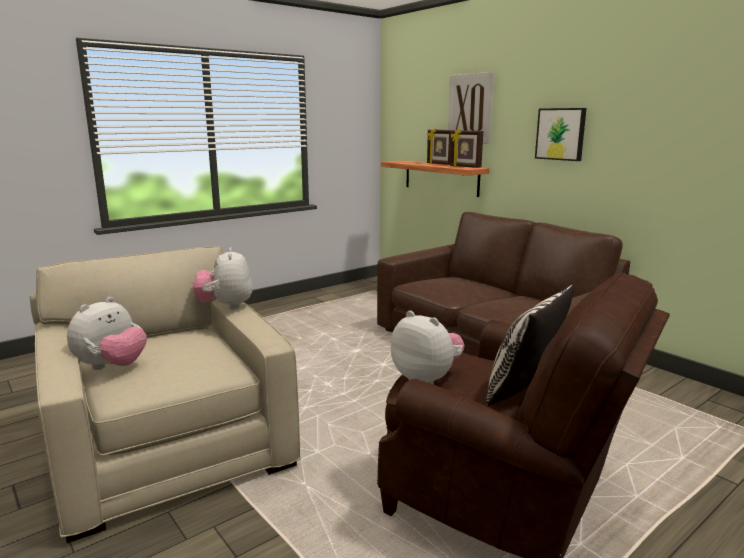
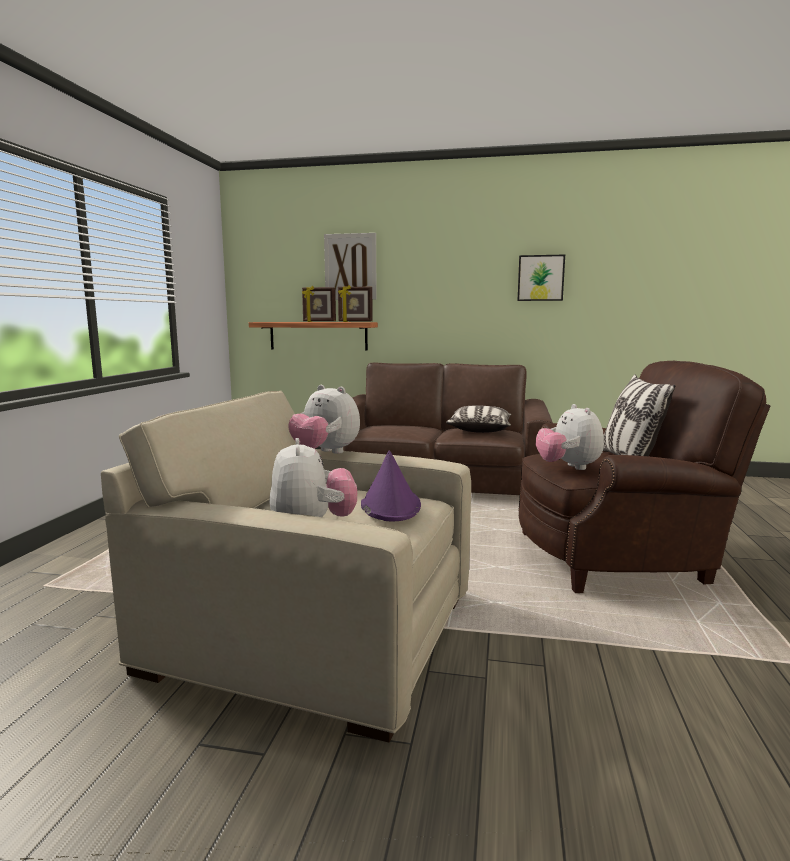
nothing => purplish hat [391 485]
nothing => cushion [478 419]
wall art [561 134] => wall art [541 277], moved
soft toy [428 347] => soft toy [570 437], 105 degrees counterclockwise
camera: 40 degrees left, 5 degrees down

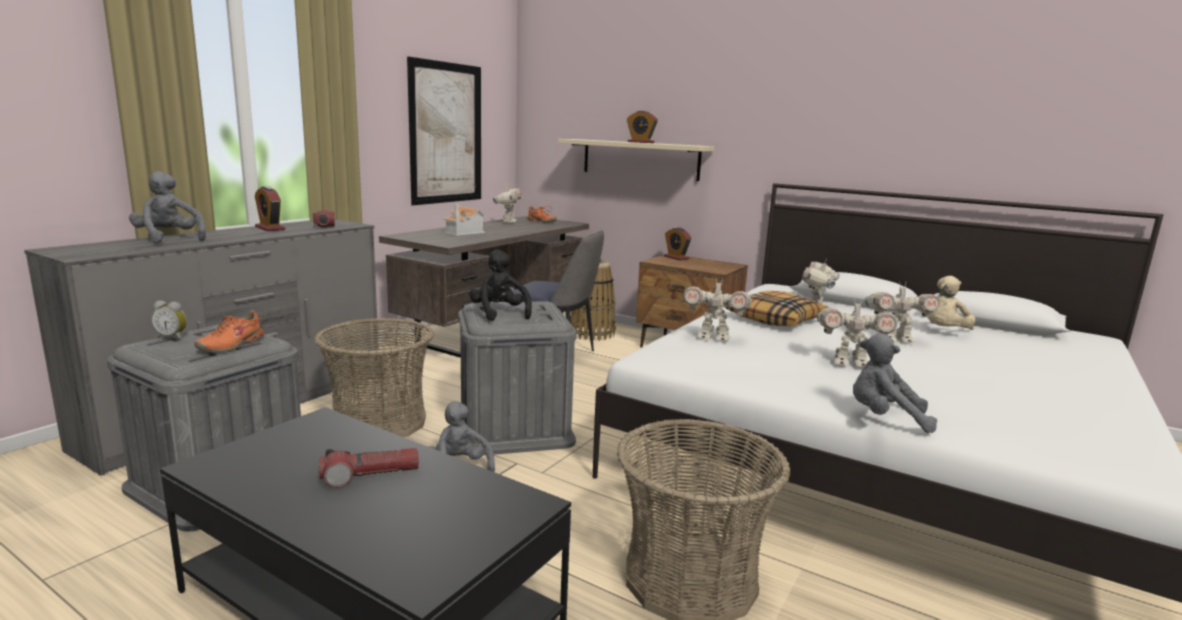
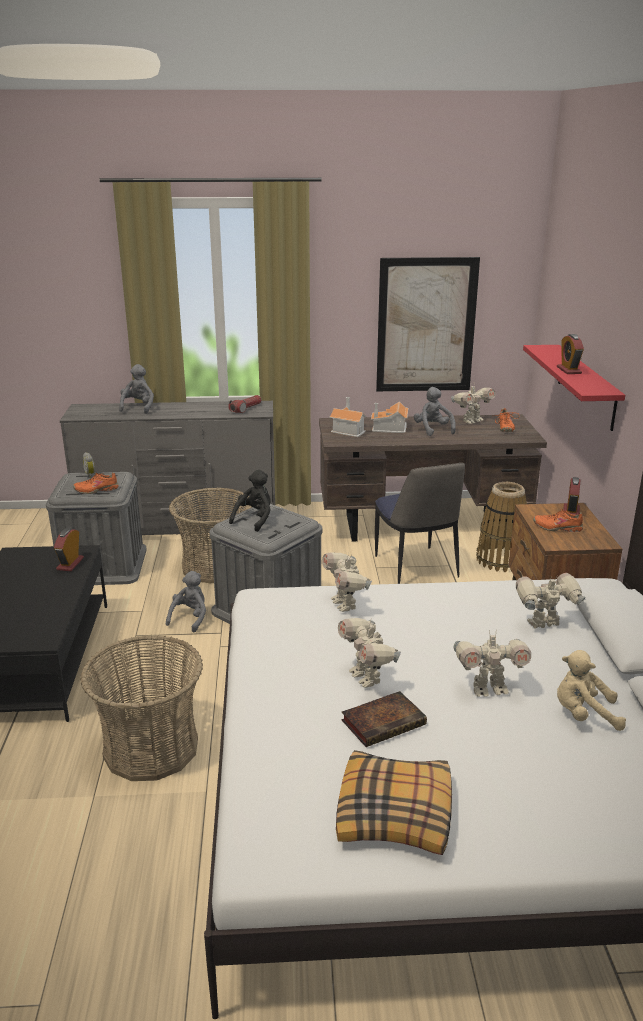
flashlight [369 468] => nothing
nothing => toy house [348 417]
nothing => volume [384 719]
nothing => orangey shoe [558 520]
alarm clock [270 208] => alarm clock [69 549], moved
cushion [777 308] => cushion [394 802], moved
grey soft toy [895 383] => grey soft toy [435 411], moved
beige shelf [636 160] => red-coloured shelf [574 388]
model robot [902 314] => model robot [492 663], 60 degrees counterclockwise
camera: 55 degrees right, 10 degrees up

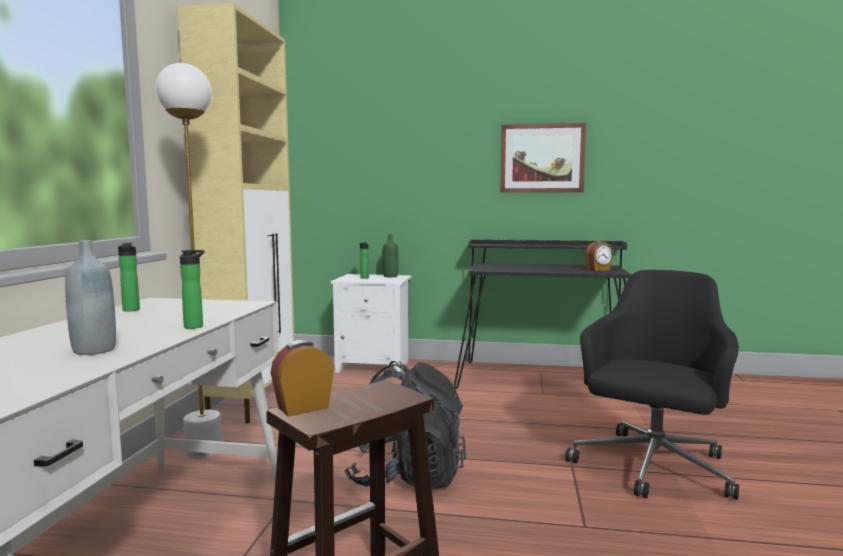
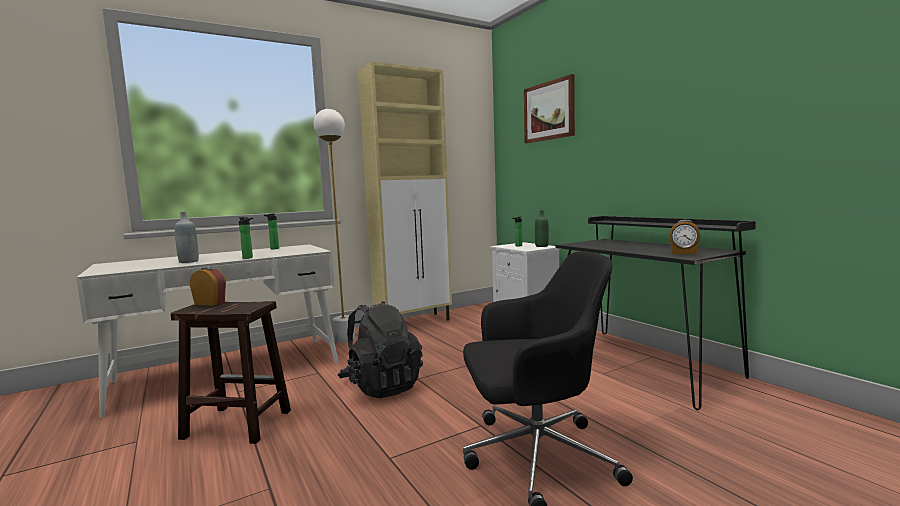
wall art [543 158] => wall art [549 108], moved
camera: 50 degrees right, 0 degrees up

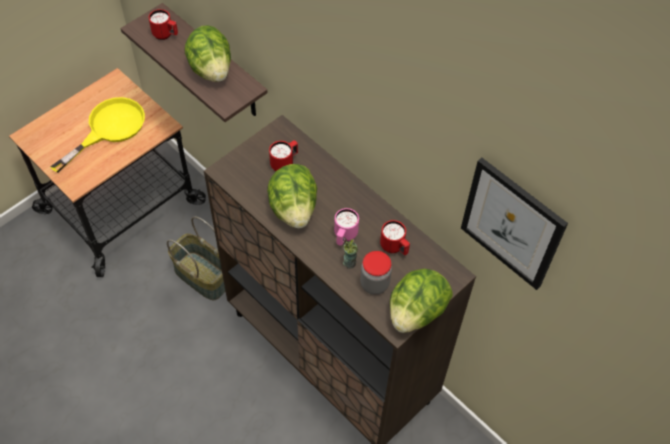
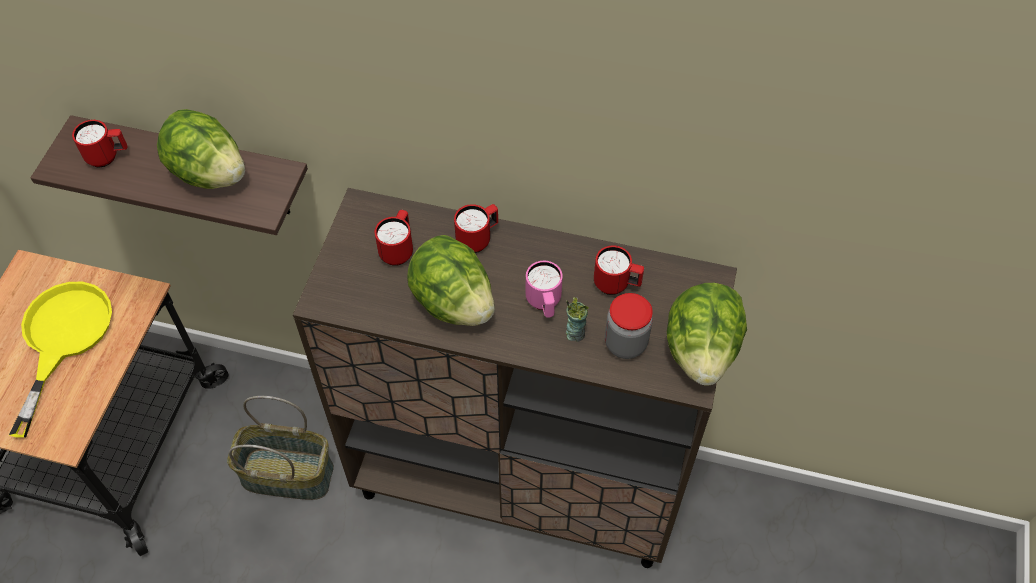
wall art [514 224] => nothing
nothing => red-coloured coffee mug [476 228]
camera: 30 degrees left, 0 degrees up

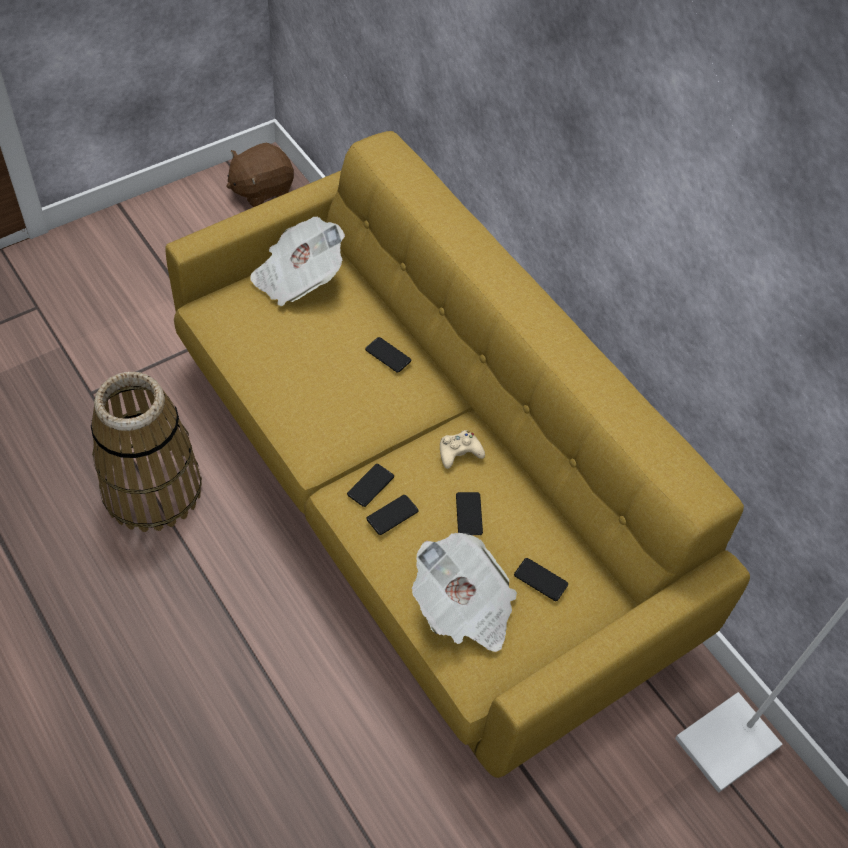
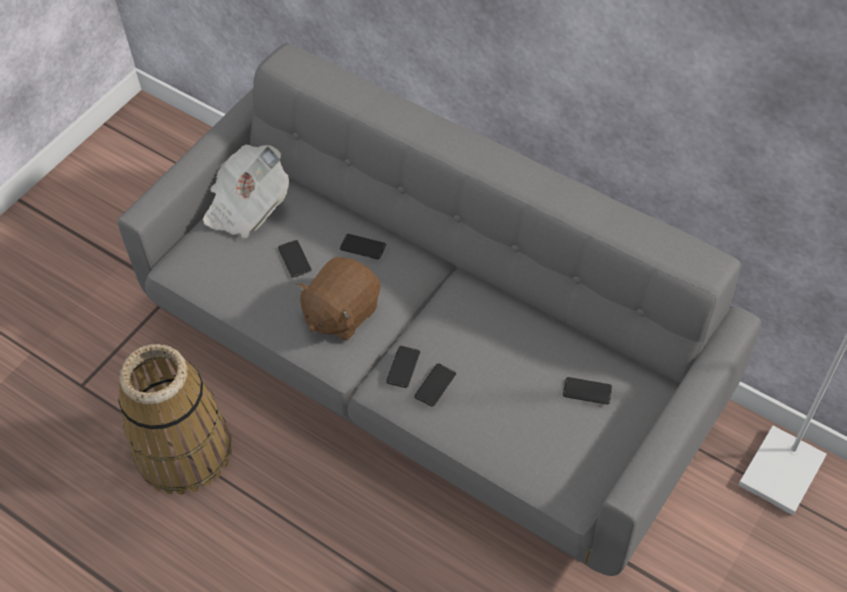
daily paper [464 592] => nothing
beige gamepad [462 449] => nothing
brown-coloured soft toy [260 175] => brown-coloured soft toy [339 299], moved
handset [469 513] => handset [295 259], moved
yellow settee [457 454] => grey settee [439 309]
camera: 15 degrees left, 0 degrees up

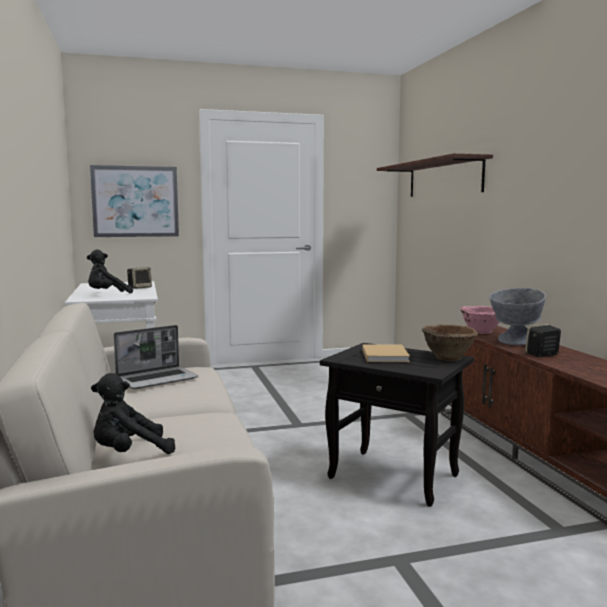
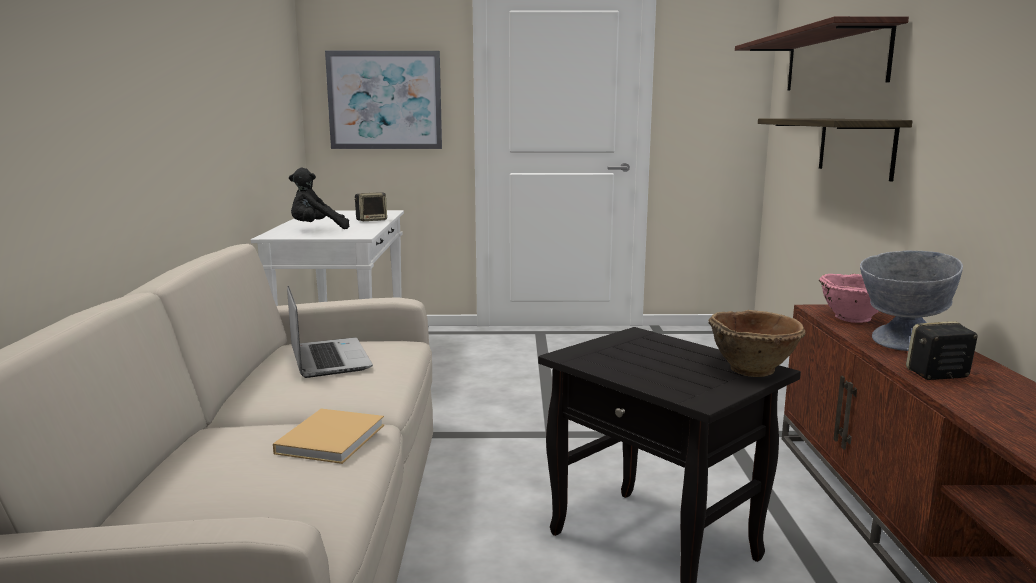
black-coloured soft toy [133 413] => nothing
nothing => shelf [835 149]
beige volume [386 353] => beige volume [328 436], moved
laptop [156 357] => laptop [330 332], 90 degrees counterclockwise
camera: 15 degrees right, 5 degrees up

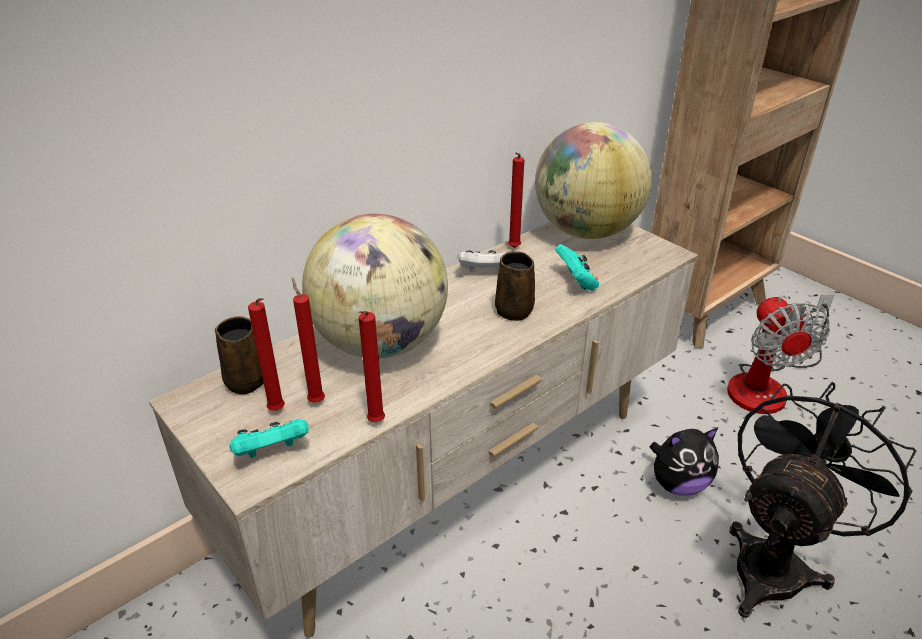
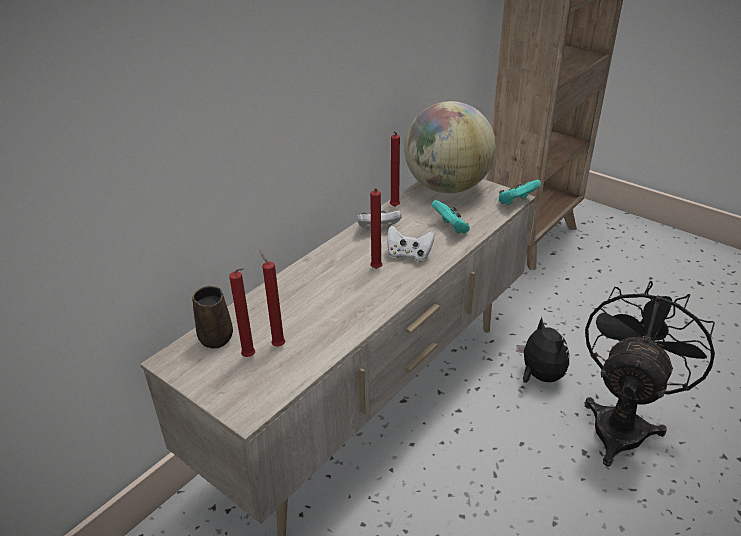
globe [375 286] => nothing
electric fan [781 354] => nothing
turquoise-coloured gamepad [269 438] => turquoise-coloured gamepad [519 192], moved
red-coloured candle [371 366] => red-coloured candle [376 228], moved
brown-coloured coffee mug [515 286] => white gamepad [410 243]
soft toy [684 461] => soft toy [543 350], 90 degrees counterclockwise
camera: 10 degrees left, 0 degrees up

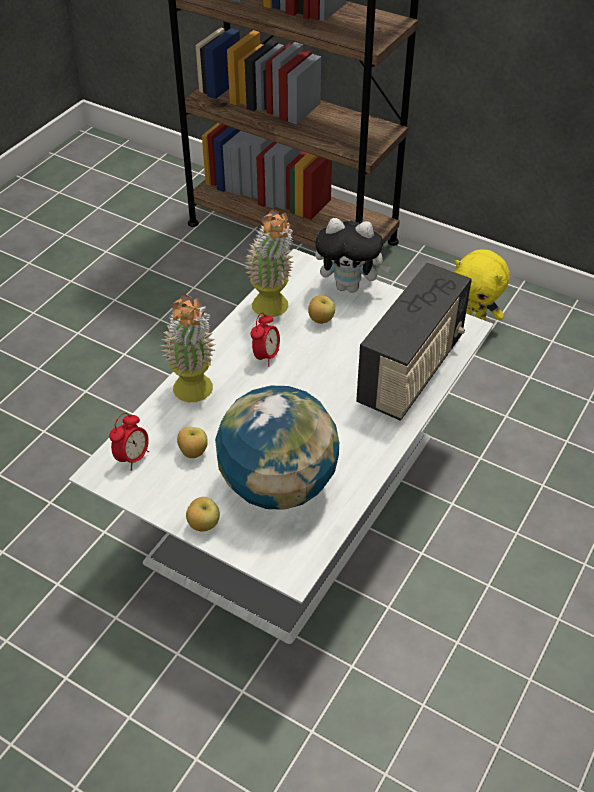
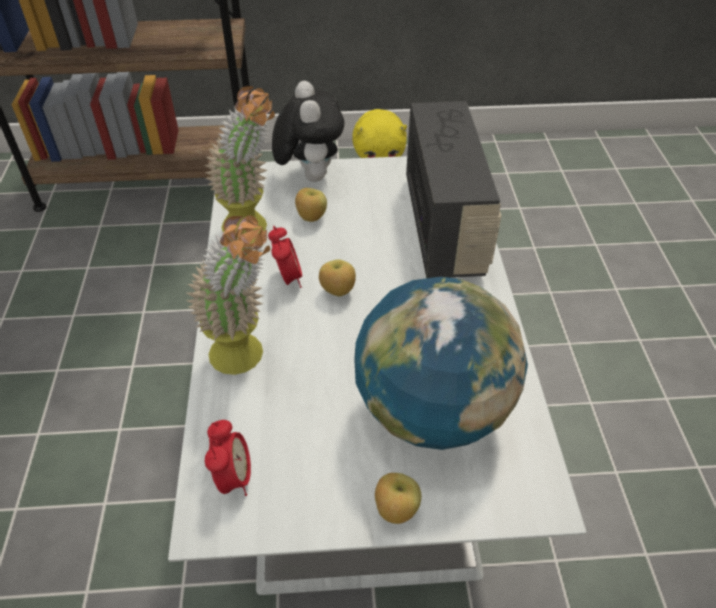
apple [192 442] => apple [337 277], moved
soft toy [353 255] => soft toy [308 131], 75 degrees counterclockwise
camera: 35 degrees left, 0 degrees up

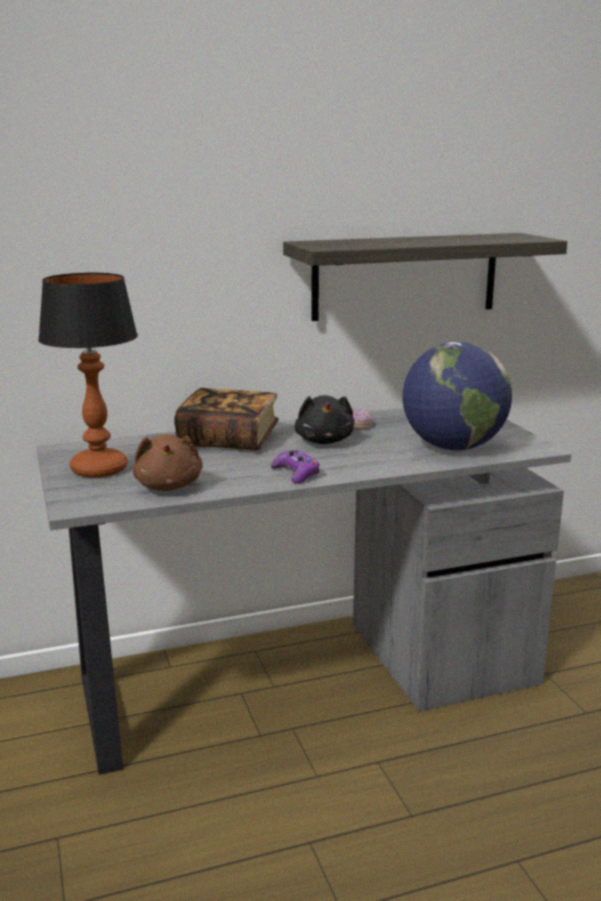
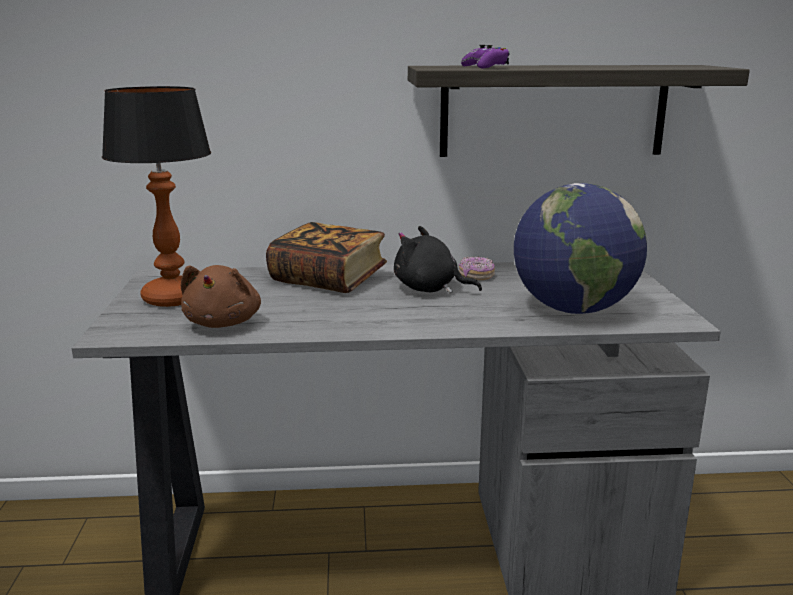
purplish gamepad [295 467] => purplish gamepad [485 56], moved
black-coloured soft toy [324 419] => black-coloured soft toy [438 260], 105 degrees clockwise
camera: 15 degrees right, 0 degrees up

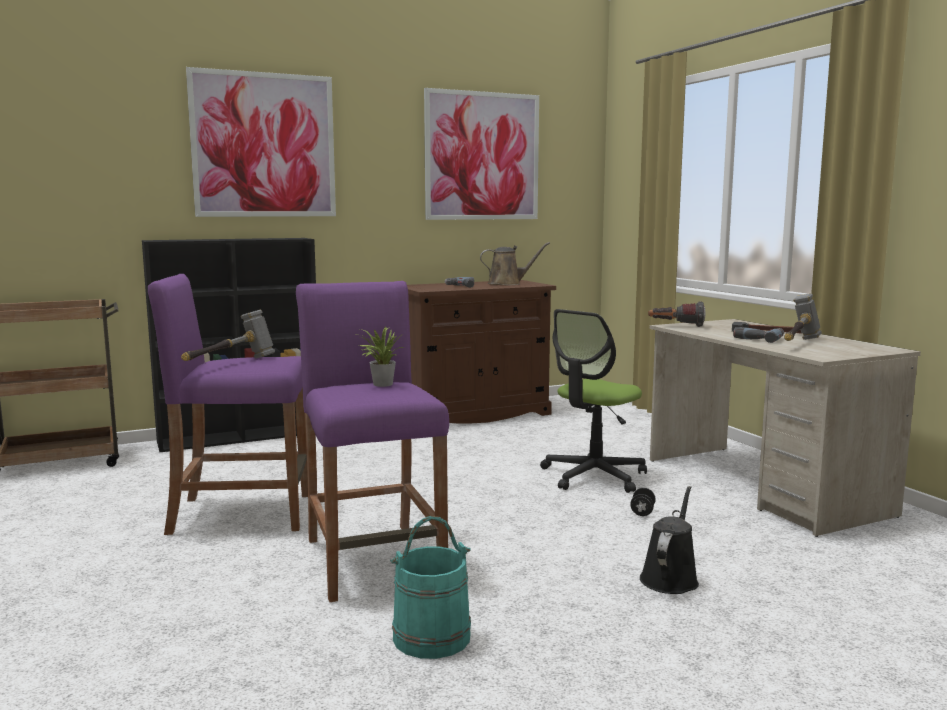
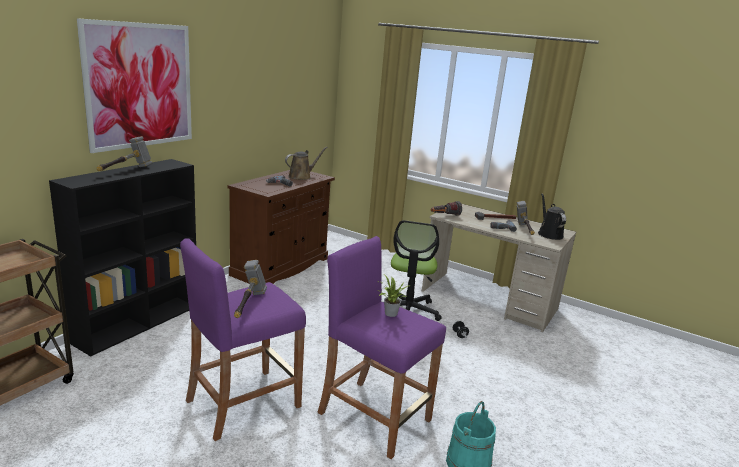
wall art [481 154] => nothing
nothing => hand hammer [124 153]
black-coloured watering can [669 540] => black-coloured watering can [552 216], moved
camera: 35 degrees left, 10 degrees up

